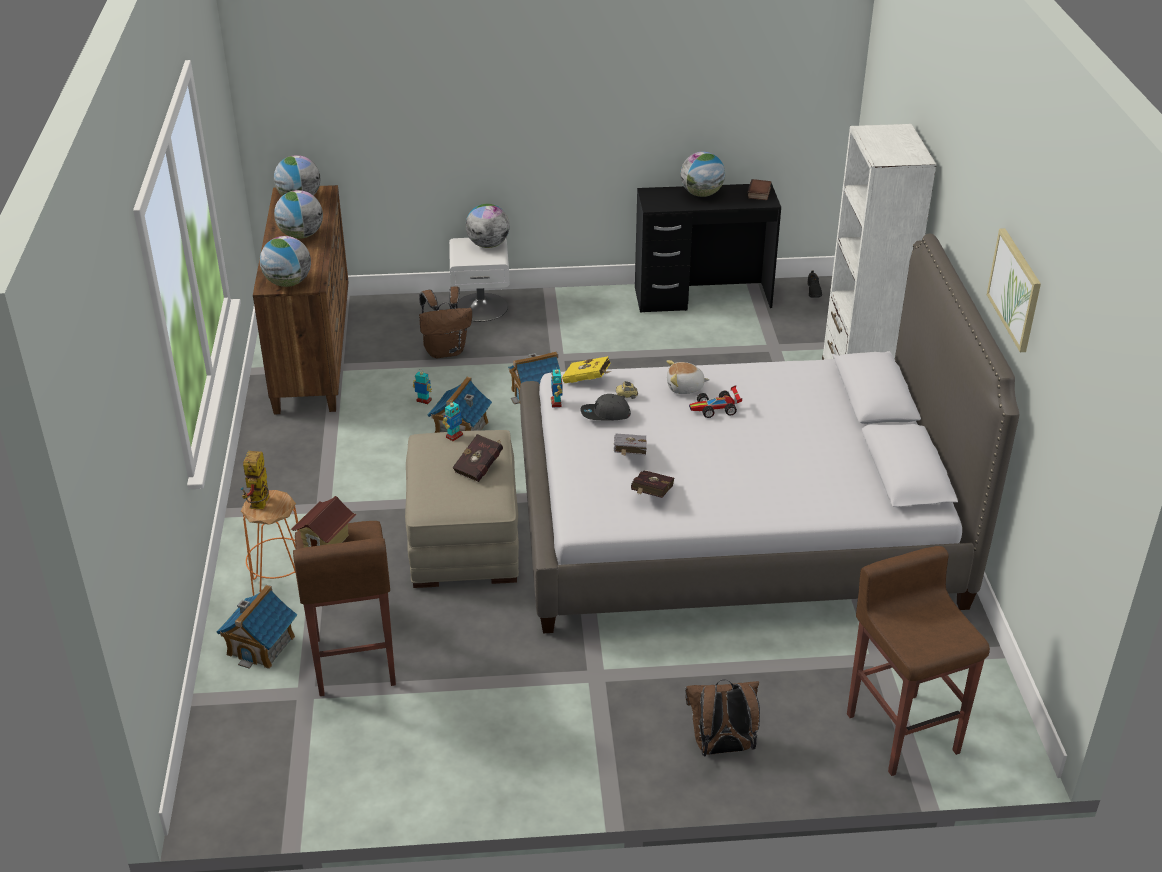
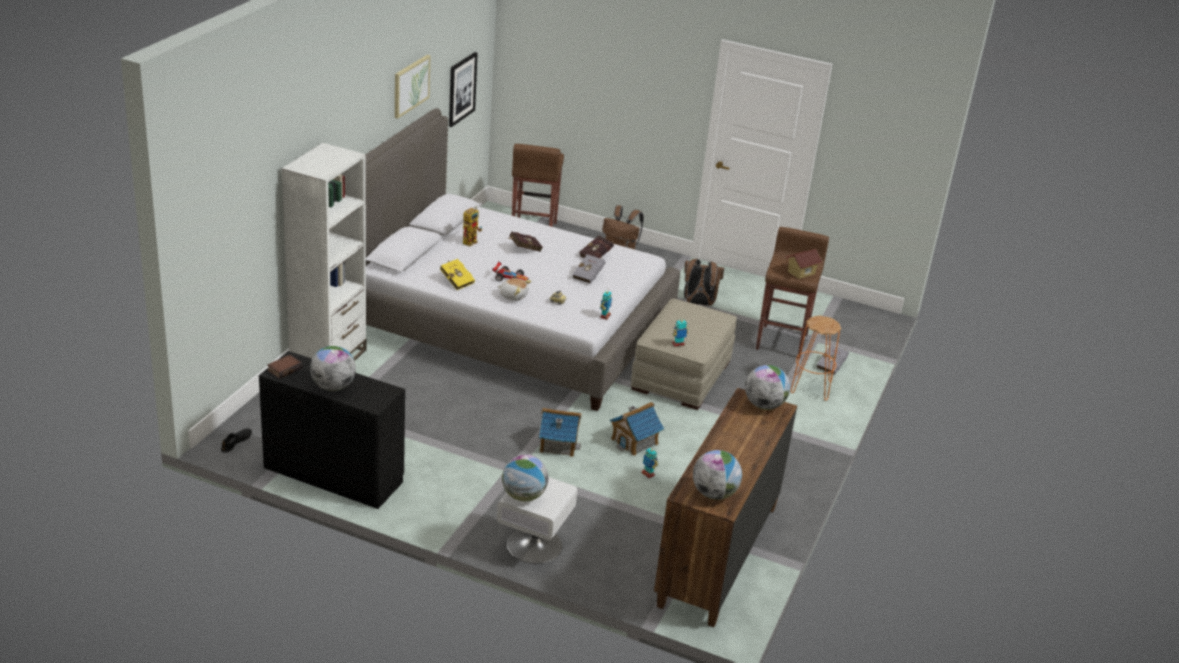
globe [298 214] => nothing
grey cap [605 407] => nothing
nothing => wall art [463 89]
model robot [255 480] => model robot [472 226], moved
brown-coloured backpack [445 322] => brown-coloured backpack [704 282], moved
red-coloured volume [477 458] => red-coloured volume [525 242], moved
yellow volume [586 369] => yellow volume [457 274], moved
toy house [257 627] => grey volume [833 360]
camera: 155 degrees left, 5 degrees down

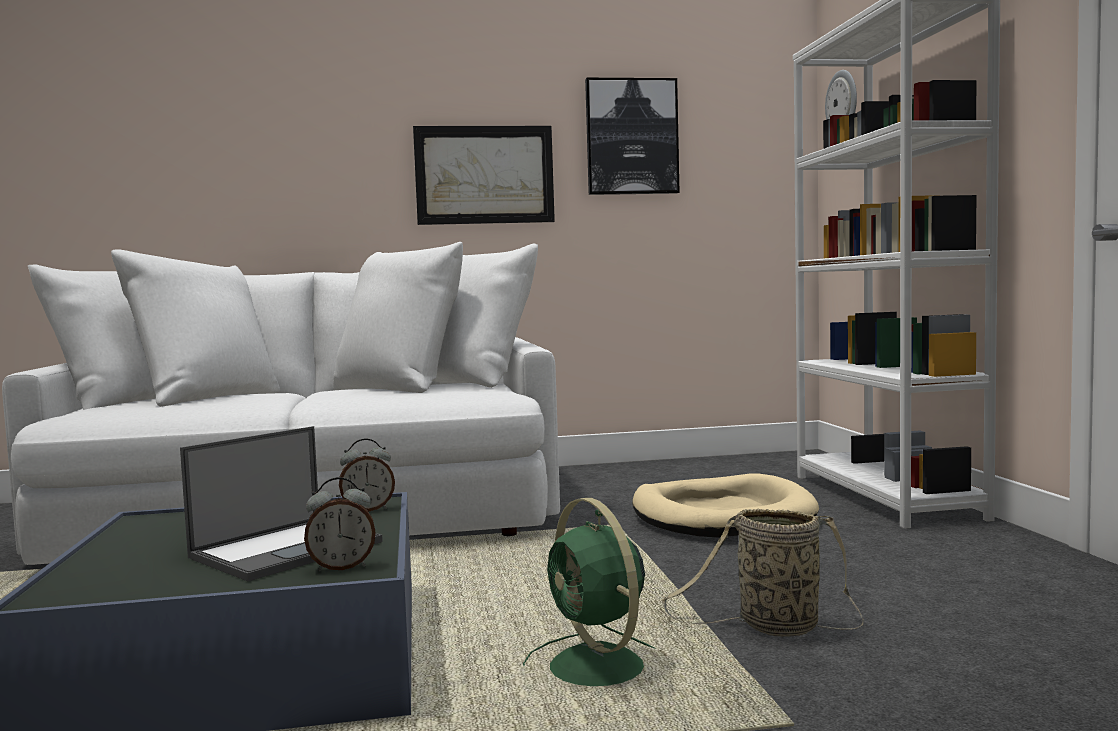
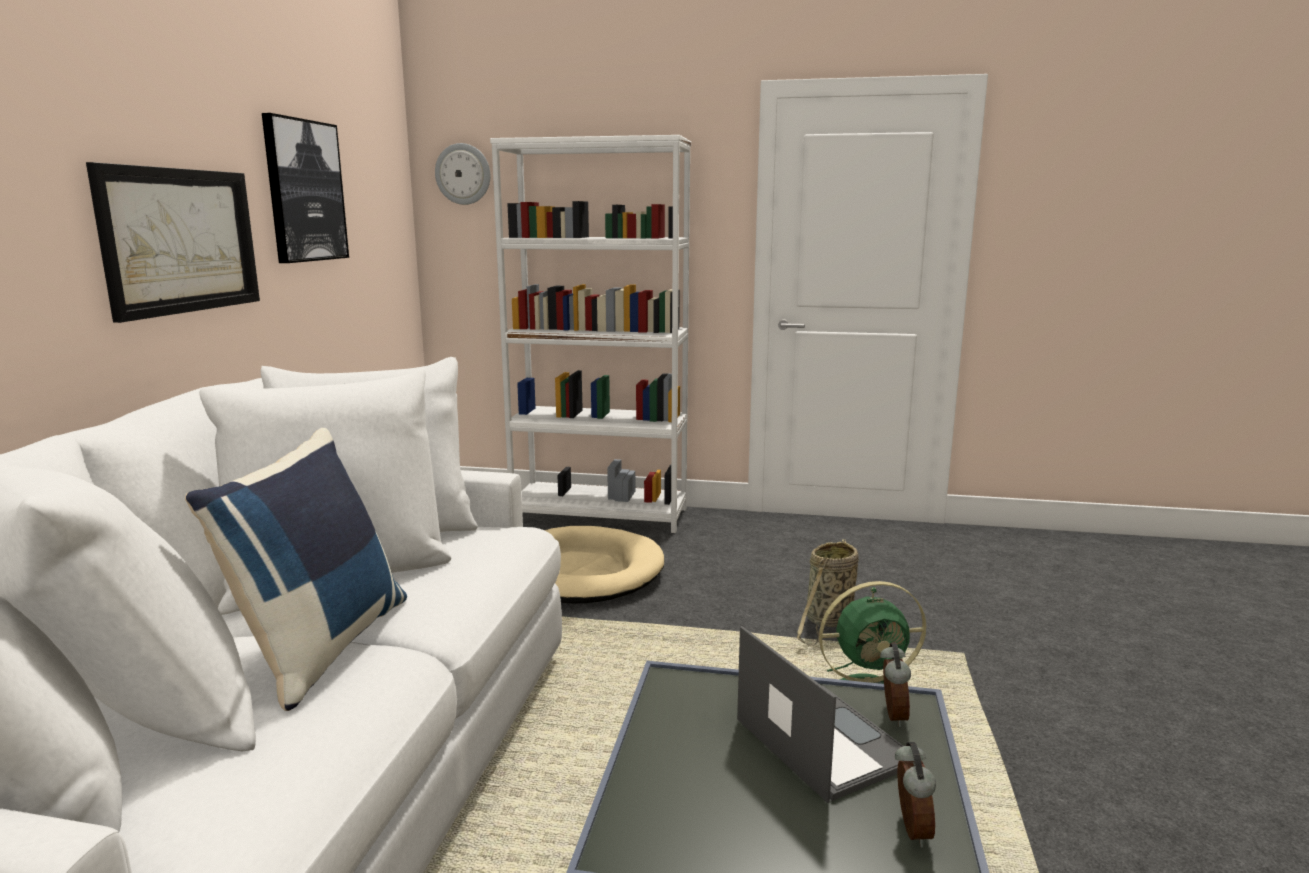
nothing => blue cushion [296 569]
alarm clock [367 474] => alarm clock [915 795], moved
camera: 70 degrees left, 10 degrees up

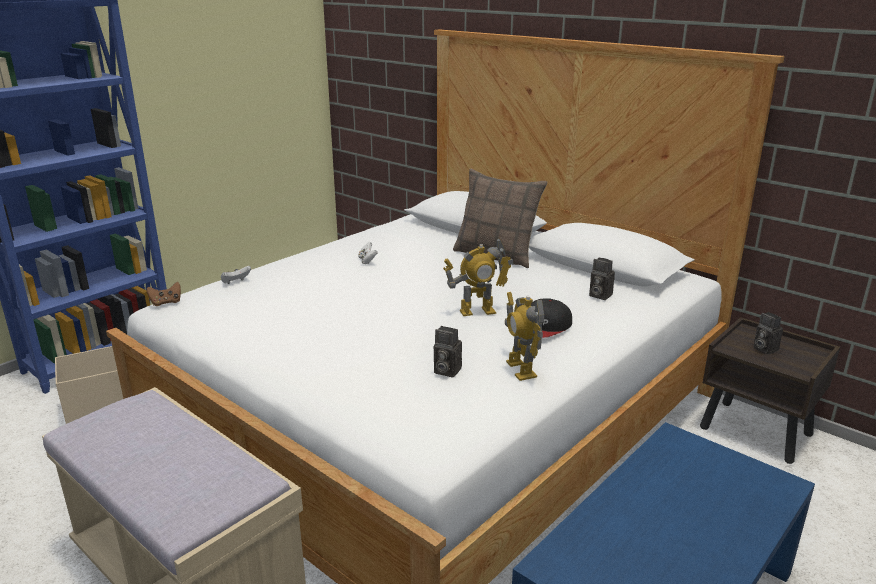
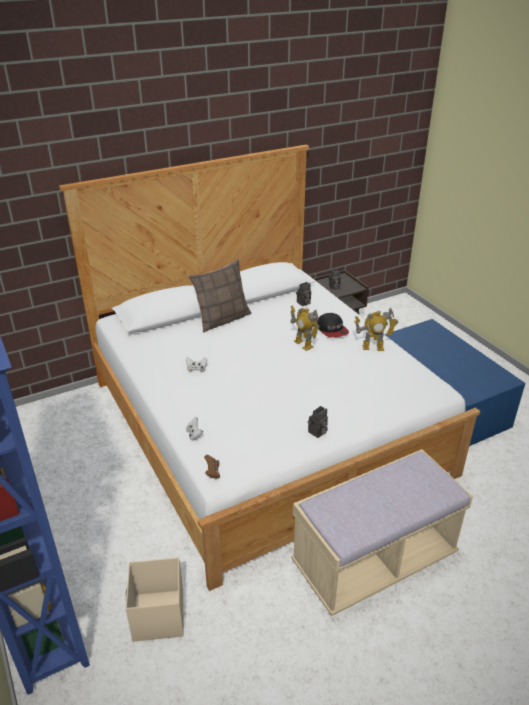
still camera [448 352] => still camera [318 422], moved
model robot [478 277] => model robot [305 328], 135 degrees clockwise
camera: 70 degrees left, 10 degrees up

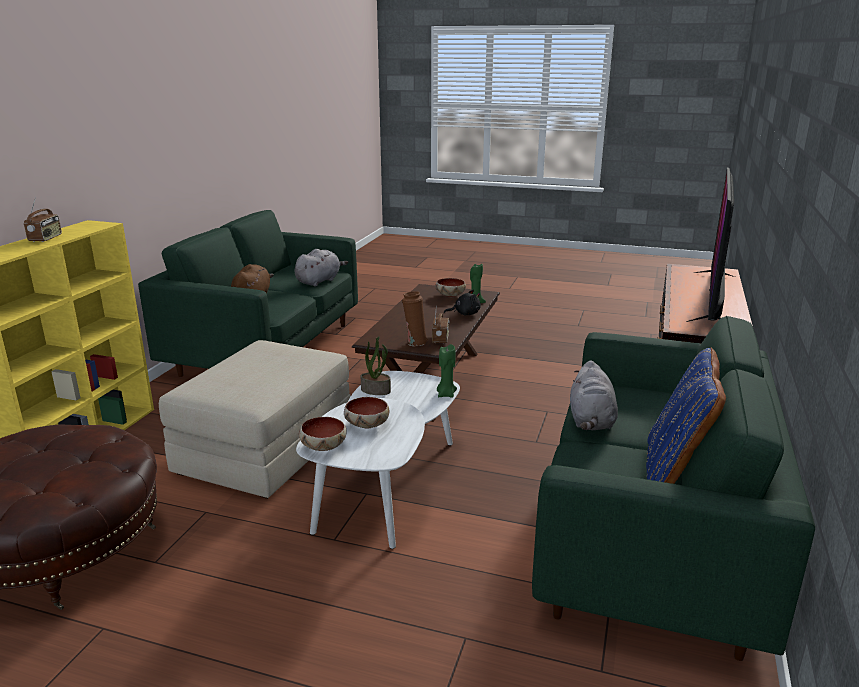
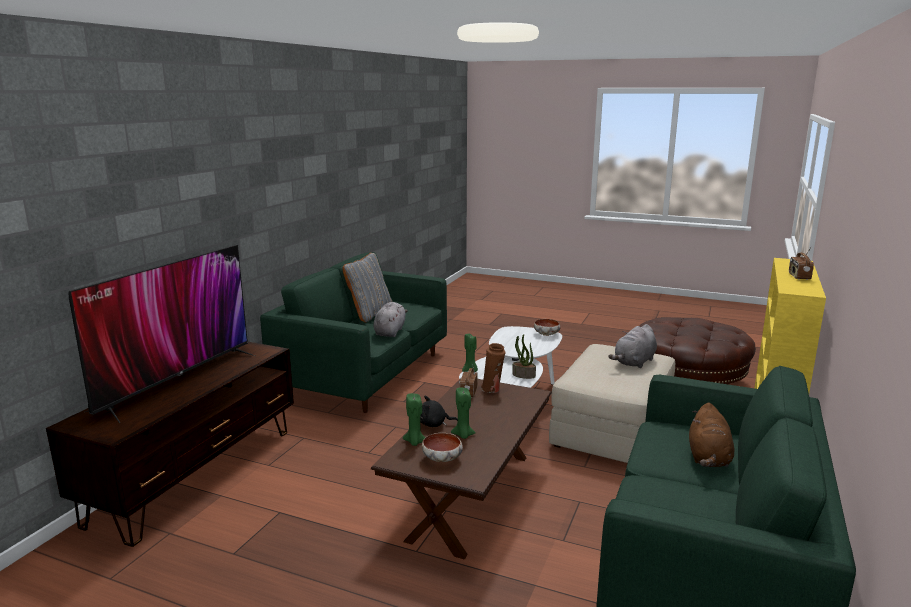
deep dish [366 413] => nothing
nothing => green candle [463 413]
grey soft toy [321 267] => grey soft toy [632 346], moved
blue cushion [686 415] => grey cushion [367 288]
camera: 175 degrees left, 5 degrees down

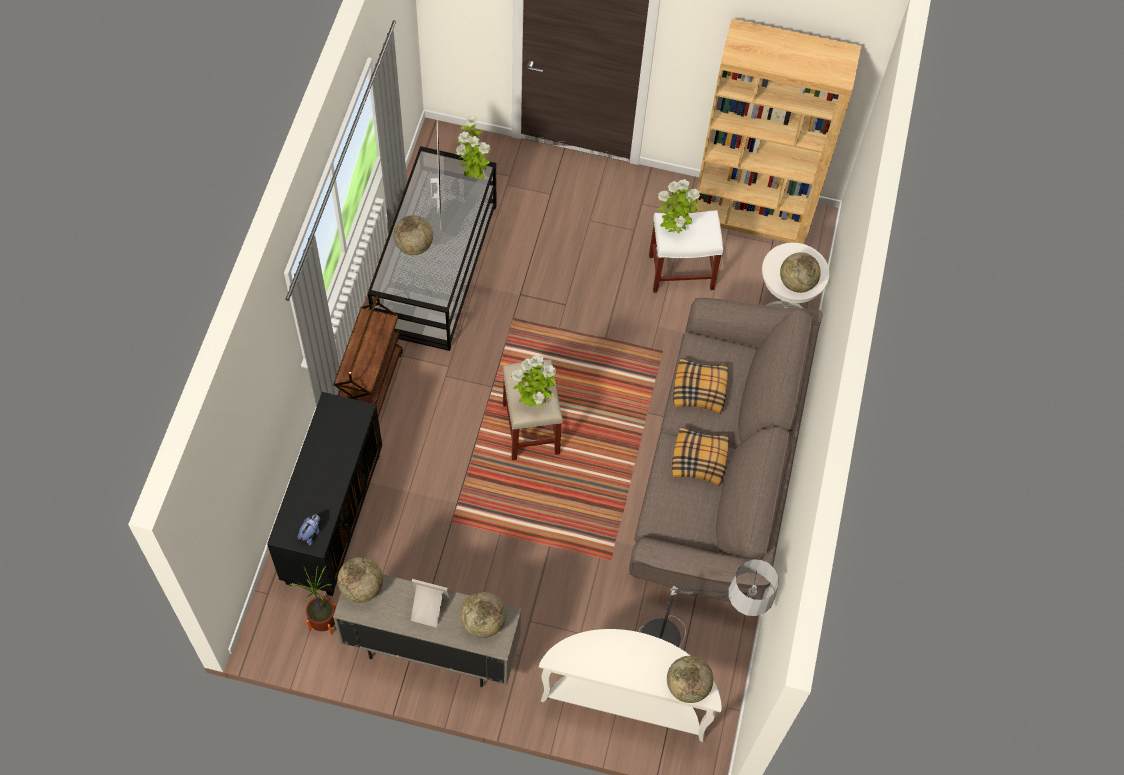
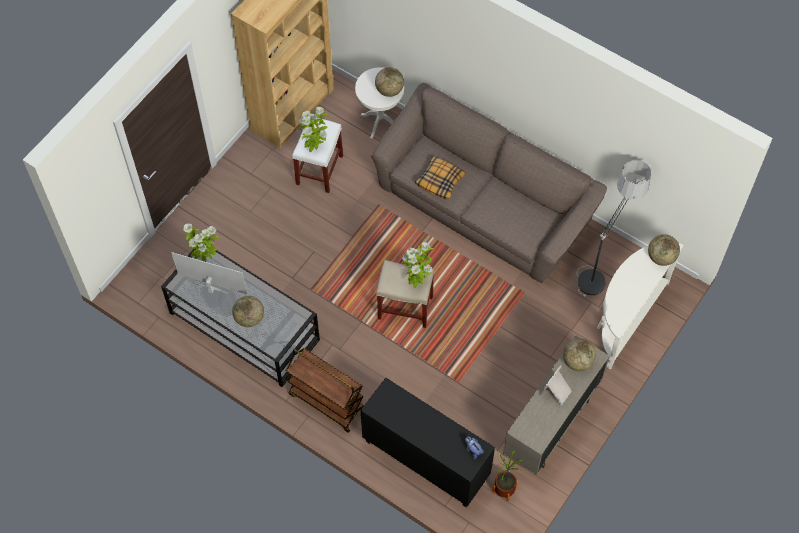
globe [360 580] => nothing
cushion [700 456] => nothing
camera: 65 degrees left, 0 degrees up

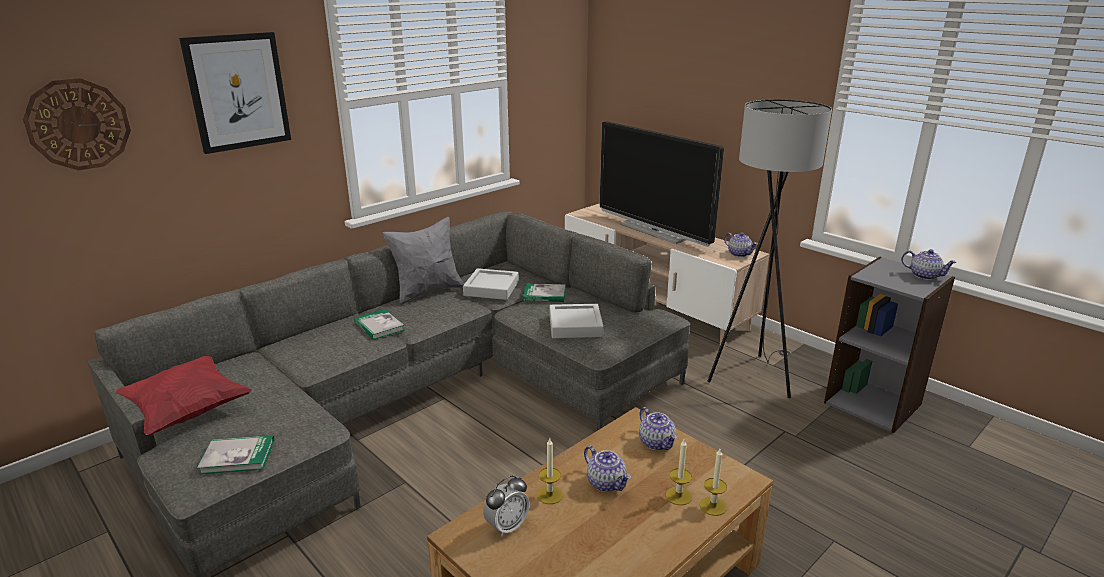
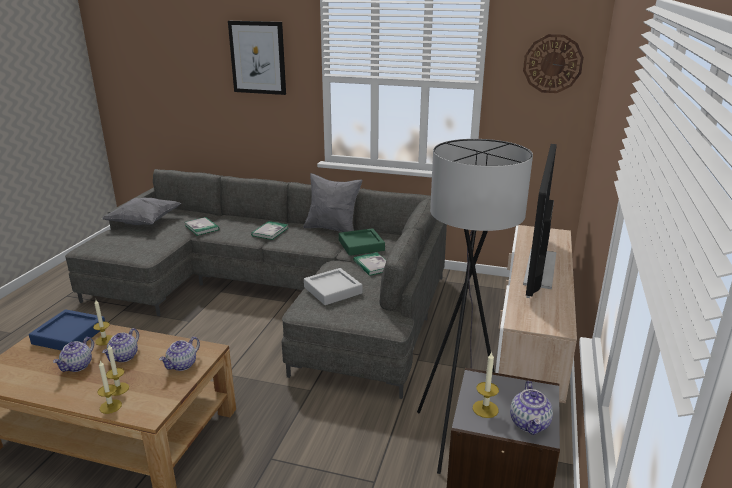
nothing => candle [486 384]
hanging clock [77 124] => hanging clock [553 63], moved
volume [236 454] => volume [202 226], moved
pot for tea [741 245] => pot for tea [73 354], moved
alarm clock [506 506] => blue carrying tray [67 330]
red-coloured cushion [184 395] => grey cushion [141 211]
grey carrying tray [491 284] => green carrying tray [362 242]
camera: 60 degrees right, 0 degrees up

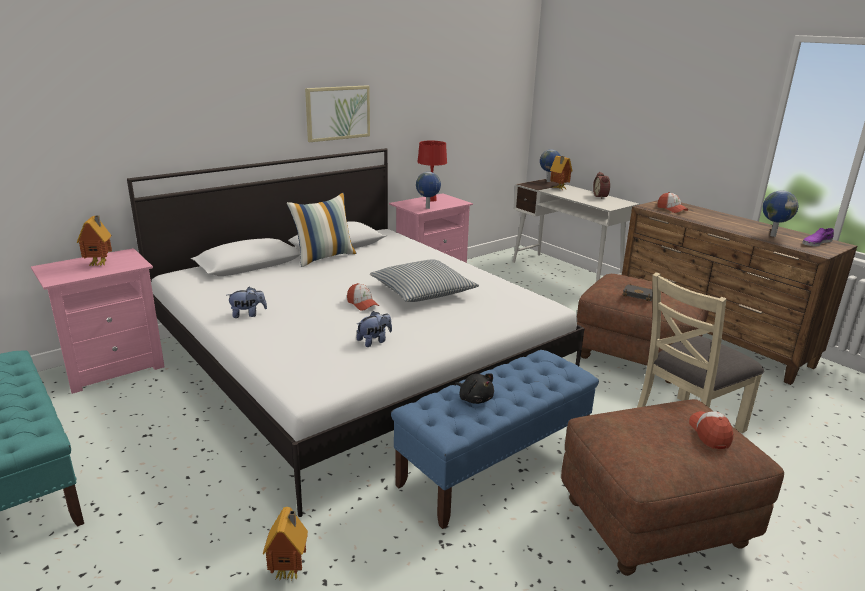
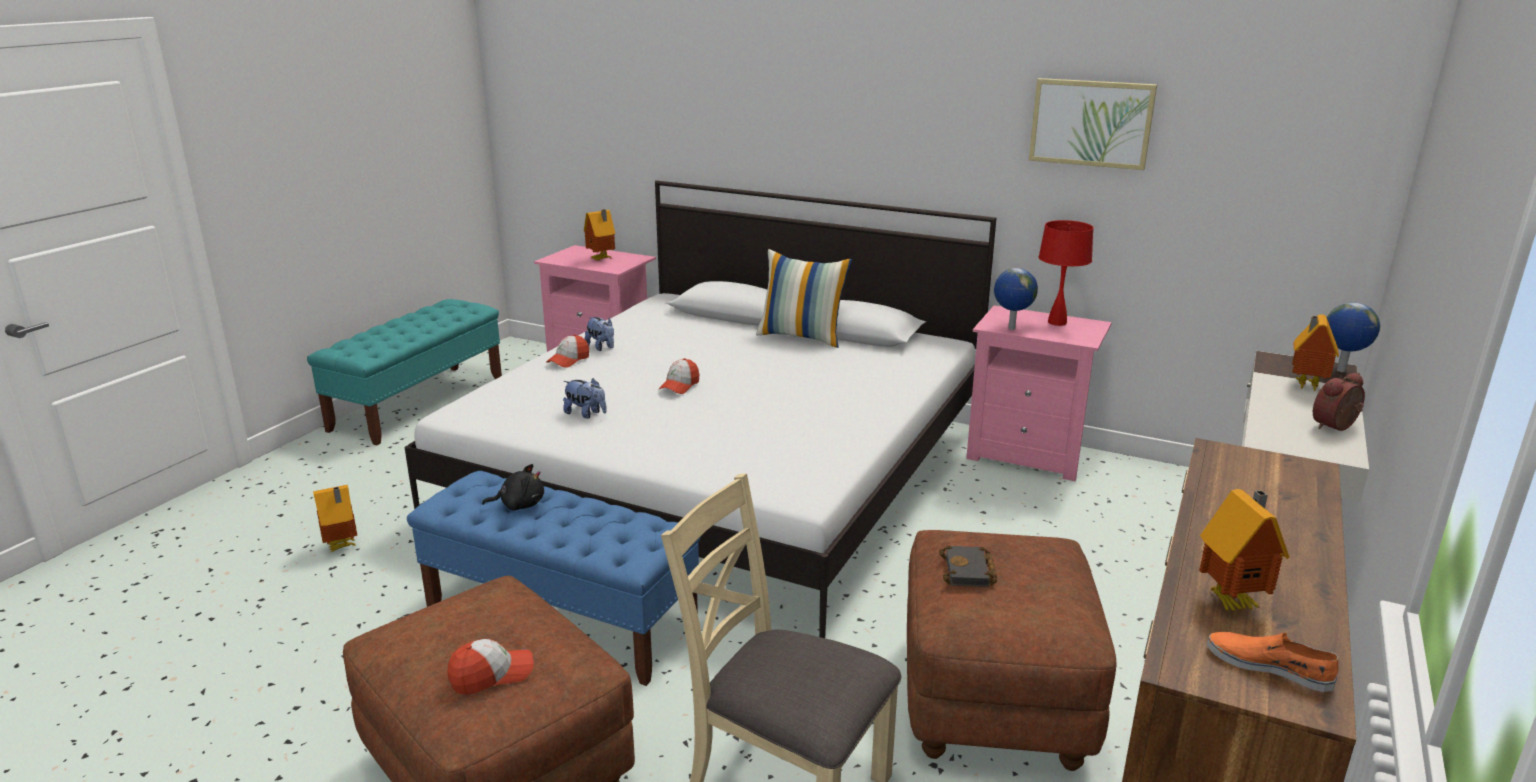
cushion [424 280] => nothing
wall art [337 113] => wall art [1093 124], moved
cap [672 202] => cap [567 351], moved
globe [780 214] => toy house [1244 550]
purplish shoe [818 237] => orangey shoe [1273 662]
black-coloured soft toy [474 388] => black-coloured soft toy [513 487], 120 degrees counterclockwise
camera: 65 degrees right, 0 degrees up

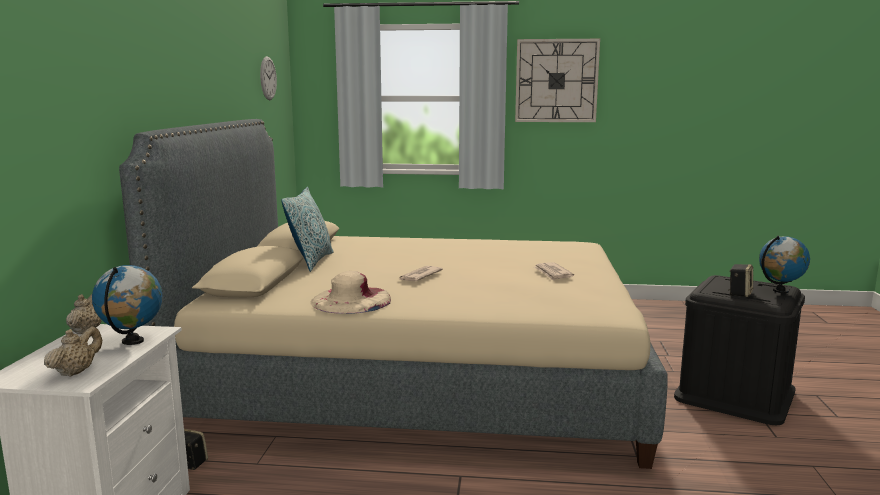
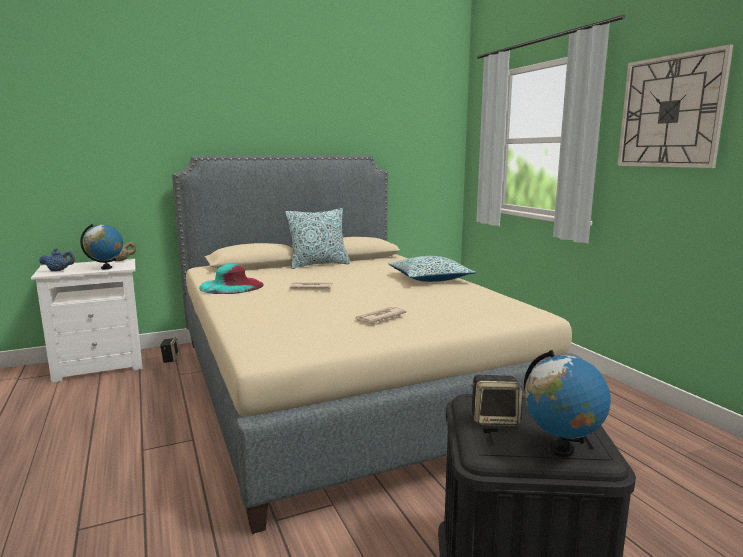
hanging clock [268 78] => nothing
nothing => cushion [432 269]
beige pot for tea [73 352] => blue pot for tea [57 259]
beige hat [350 292] => turquoise-coloured hat [231 279]
camera: 60 degrees right, 0 degrees up

